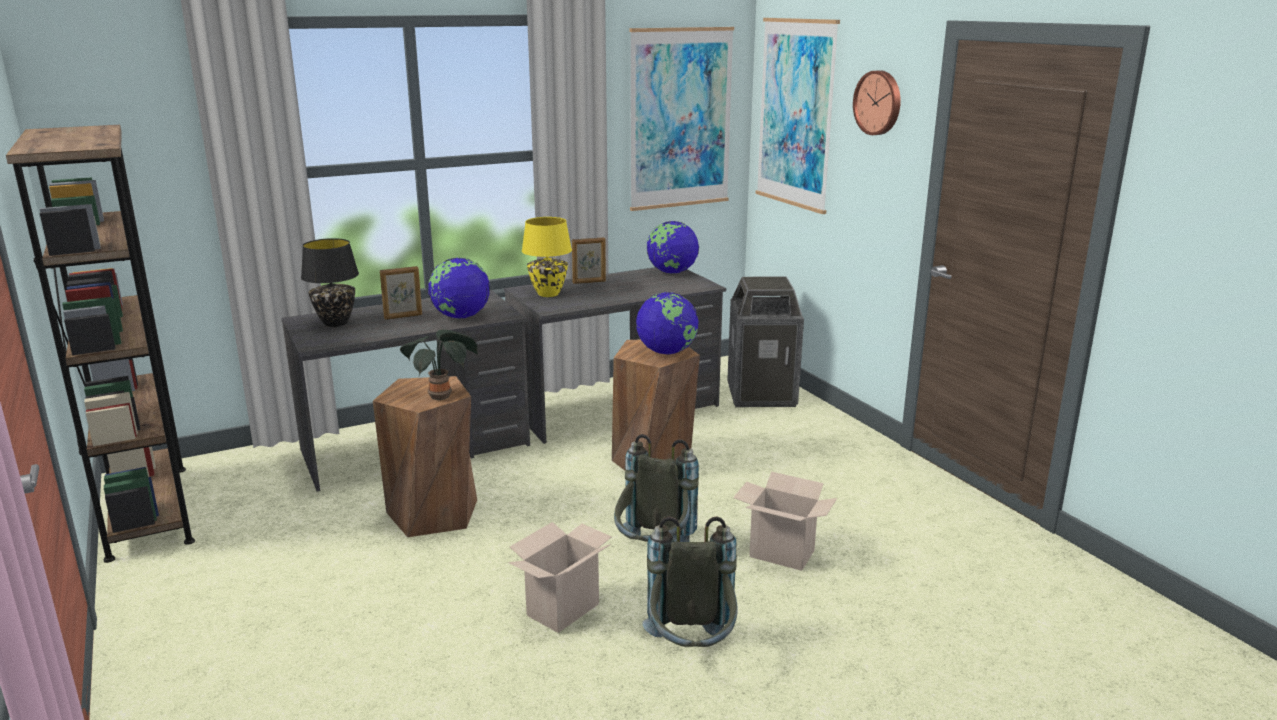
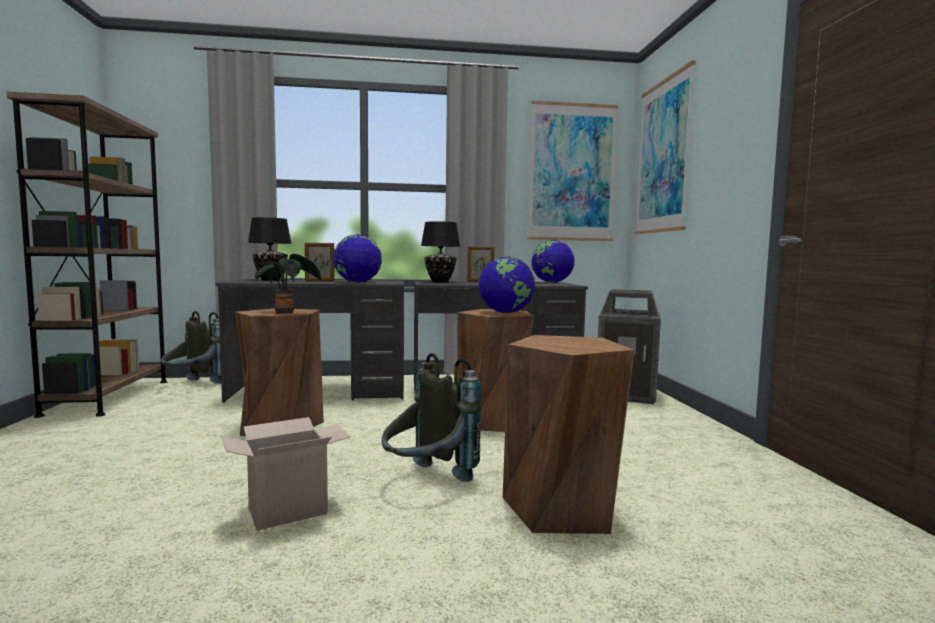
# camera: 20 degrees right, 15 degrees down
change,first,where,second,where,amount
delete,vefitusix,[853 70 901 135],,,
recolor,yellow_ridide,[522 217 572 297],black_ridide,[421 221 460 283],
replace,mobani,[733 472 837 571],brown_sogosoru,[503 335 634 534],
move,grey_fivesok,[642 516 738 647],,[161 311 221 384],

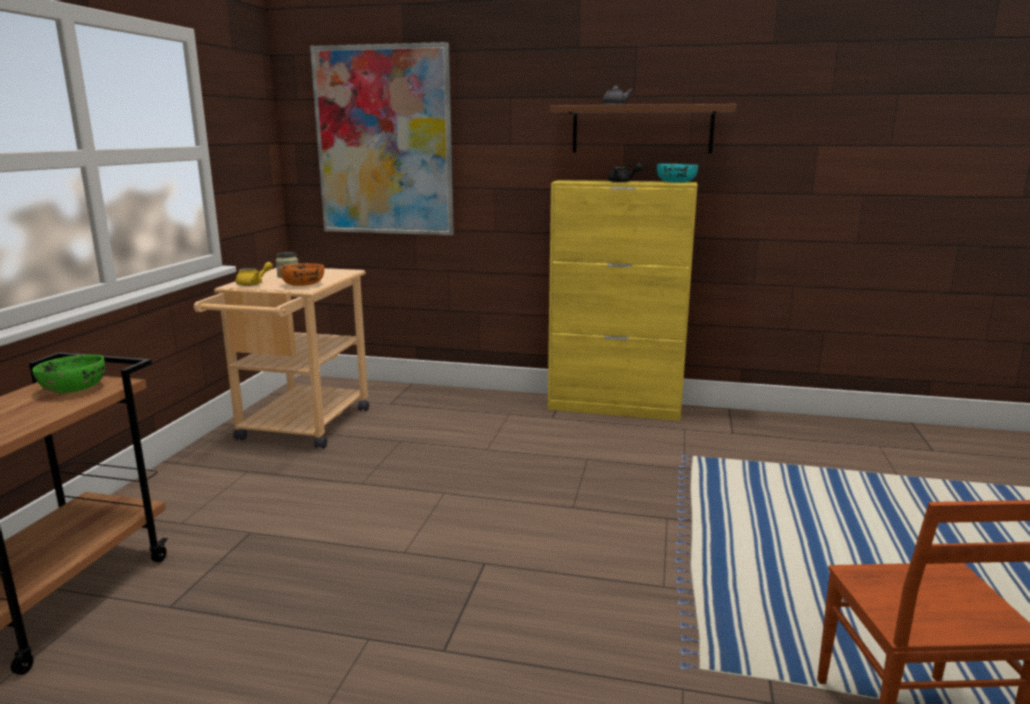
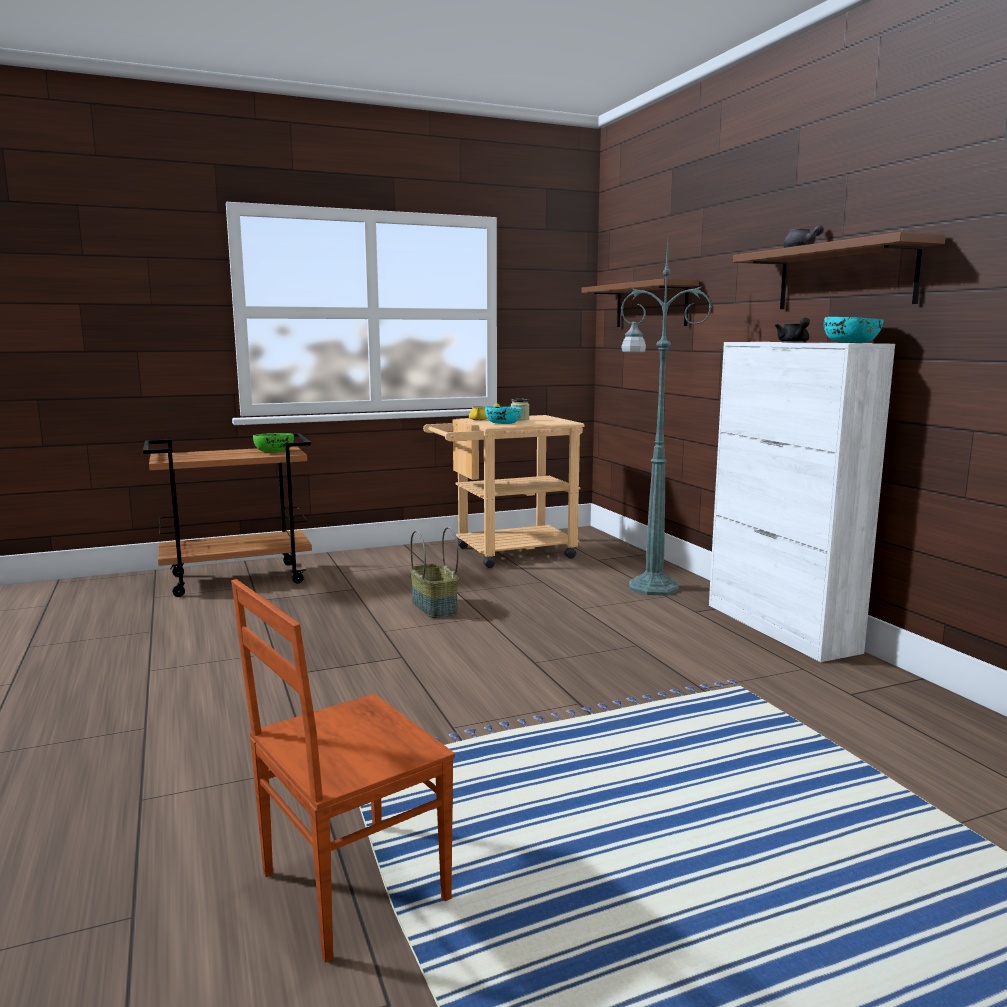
# camera: 55 degrees right, 5 degrees down
change,first,where,second,where,amount
replace,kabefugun,[310 42 454 235],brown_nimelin,[581 278 699 327],
recolor,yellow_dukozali,[548 180 698 421],white_dukozali,[709 342 895 662],
recolor,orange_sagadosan,[279 263 324 286],turquoise_sagadosan,[485 406 522 424],
insert,,,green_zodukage,[620 241 712 596],
insert,,,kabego,[410 527 459 618],

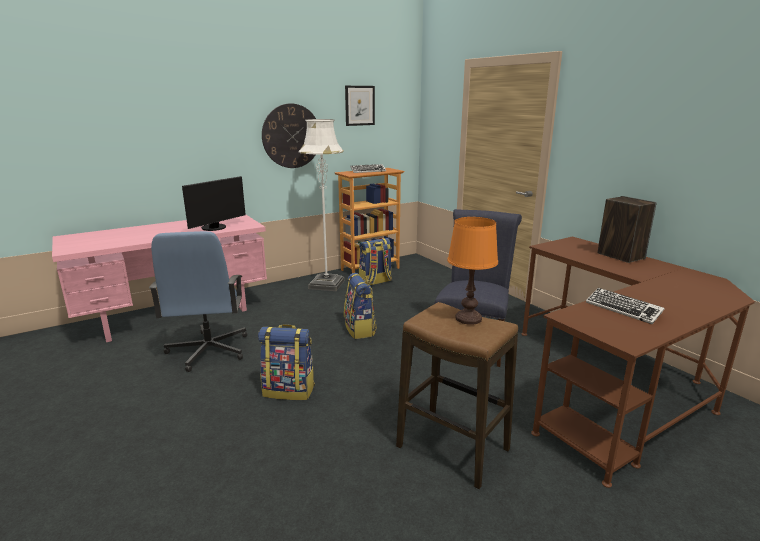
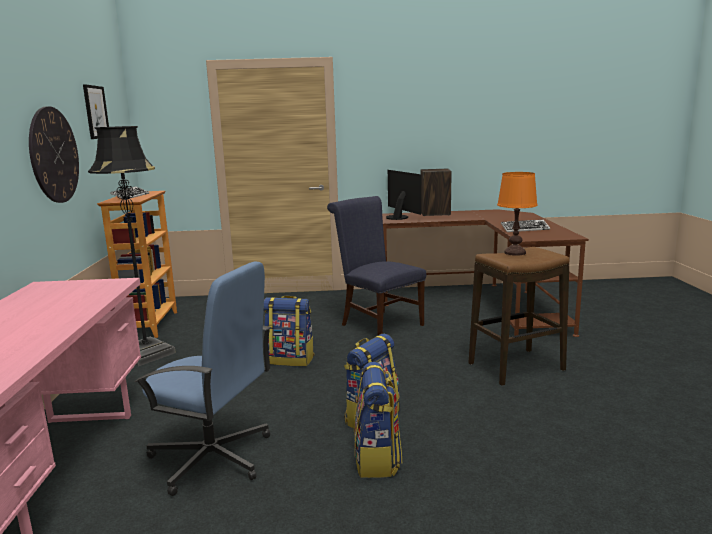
# camera: 60 degrees left, 5 degrees down
change,first,where,second,where,amount
recolor,white_zodukage,[299 119 344 291],black_zodukage,[88 126 176 366],
move,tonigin,[182 176 246 231],,[386 170 422 220],
move,fivesok,[359 238 392 285],,[354 362 402 478],

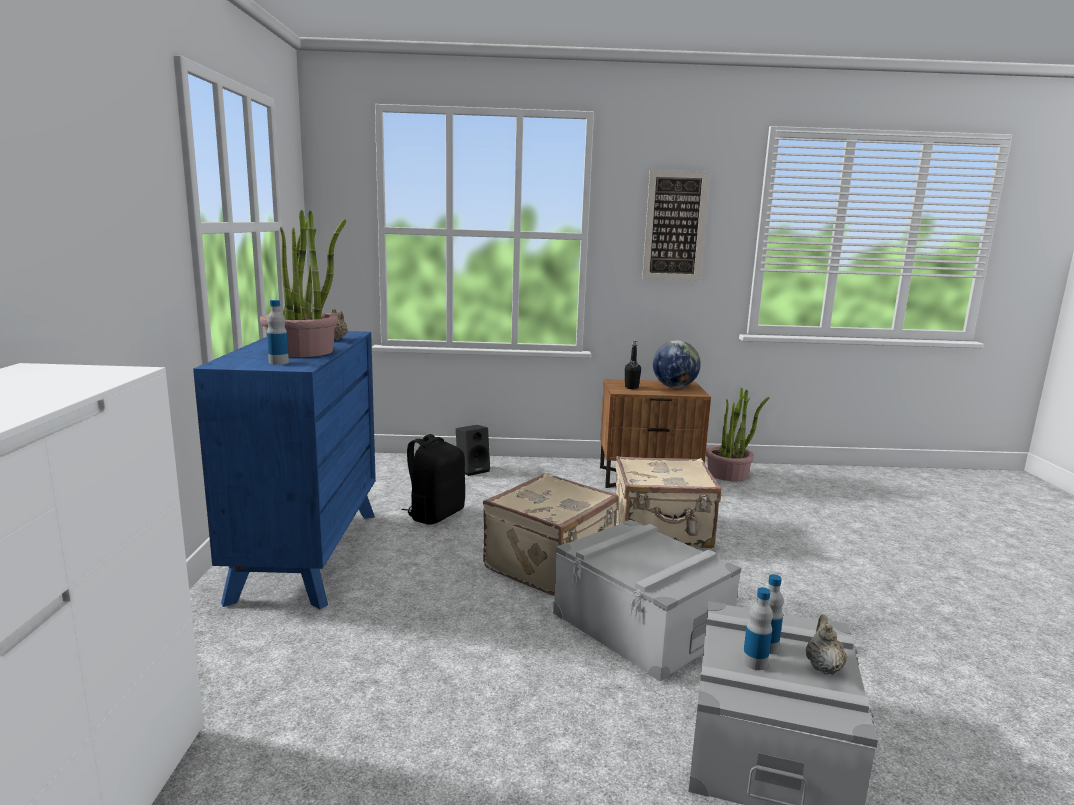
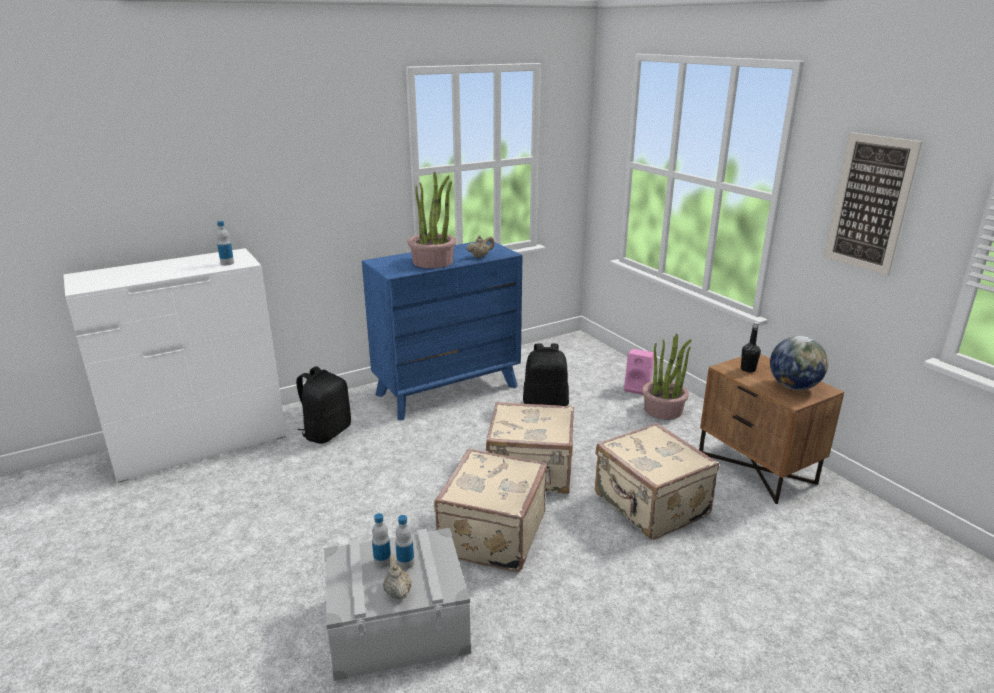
# camera: 60 degrees right, 10 degrees up
change,first,where,second,where,amount
move,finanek,[267 300 289 365],,[216 221 234 265],
move,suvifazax,[706 388 770 481],,[642 334 692 419],
recolor,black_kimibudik,[456 425 490 476],pink_kimibudik,[624 349 654 395],
replace,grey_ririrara,[553 520 741 682],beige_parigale,[434 449 547 572],
rotate,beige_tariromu,[806 615 847 675],,[383 554 412 599],90 degrees counterclockwise
insert,,,black_fivesok,[296 366 351 444],

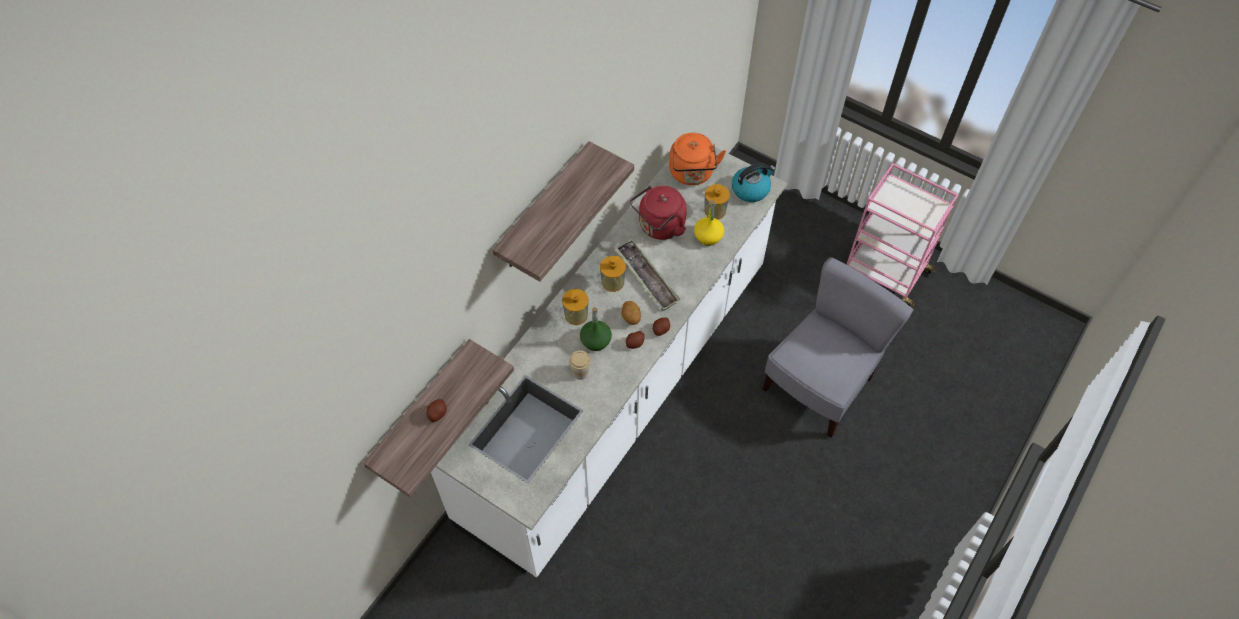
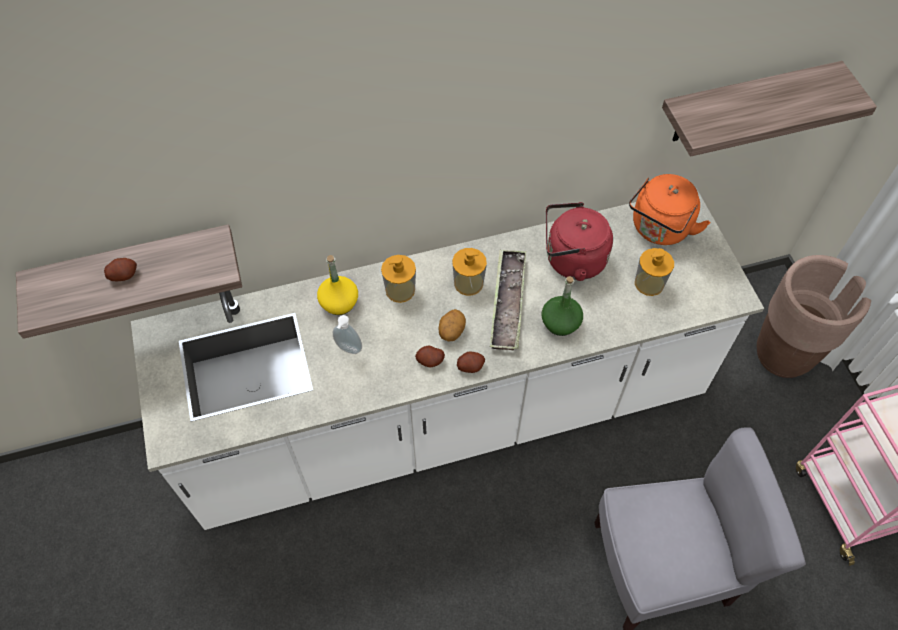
# camera: 40 degrees right, 0 degrees up
change,first,where,second,where,amount
move,nimelin,[493 141 634 282],,[662 61 877 157],
delete,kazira,[732 163 776 202],,,
move,yellow_finanek,[694 200 724 246],,[317 255 358 315],
move,green_finanek,[580 307 612 351],,[542 276 583 336],
replace,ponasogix,[569 350 591 380],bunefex,[333 315 362 354],
insert,,,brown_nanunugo,[757 255 871 378],

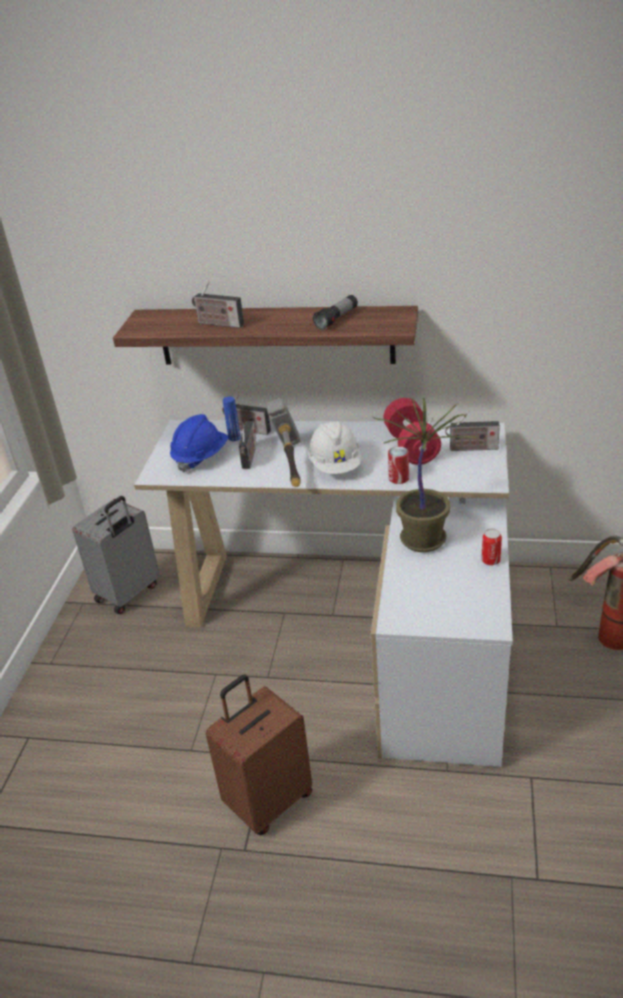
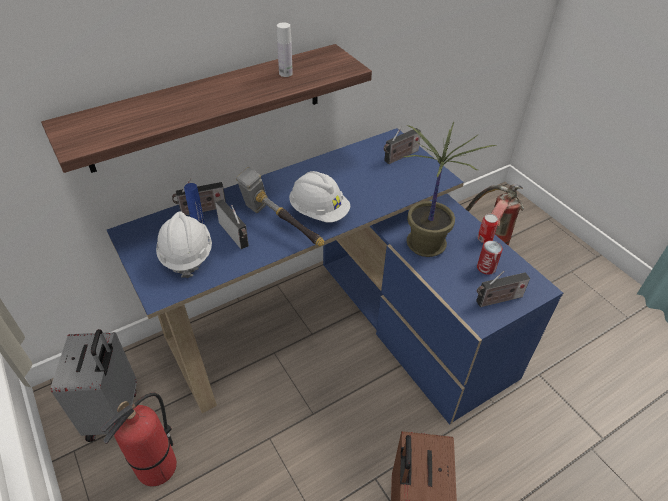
# camera: 45 degrees left, 10 degrees up
change,first,where,second,where,amount
move,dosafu,[192 281 244 328],,[476 271 530 307],
replace,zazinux,[313 295 358 330],white_finanek,[277 22 293 77],
delete,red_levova,[383 398 441 465],,,
recolor,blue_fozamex,[170 414 228 473],white_fozamex,[156 212 212 278],
recolor,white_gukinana,[134 420 513 767],blue_gukinana,[107 128 563 425],
move,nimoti,[388 446 409 484],,[477 241 503 275],
insert,,,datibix,[101 393 177 487],

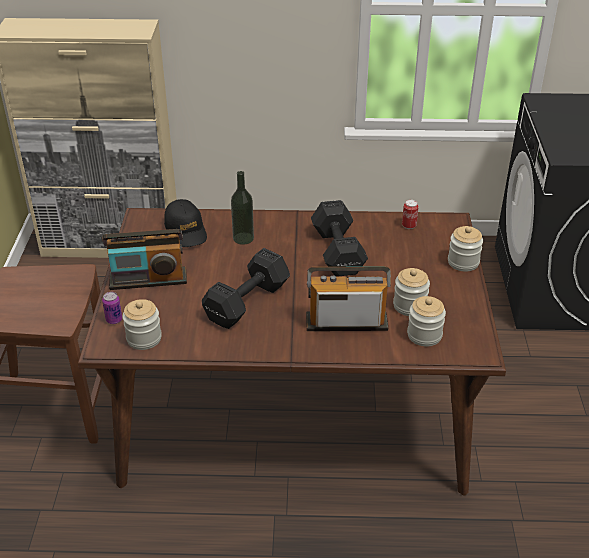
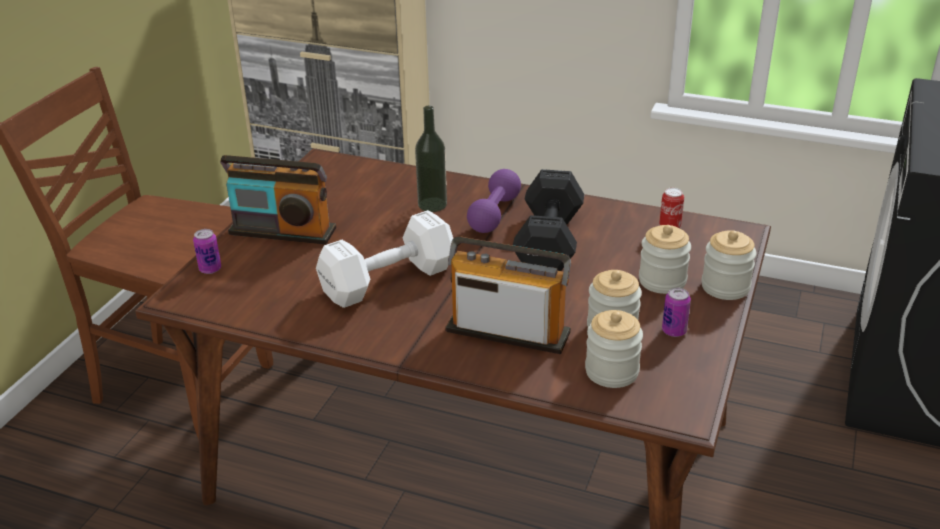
# camera: 20 degrees right, 5 degrees down
change,first,where,second,where,amount
delete,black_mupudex,[164 199 207 247],,,
recolor,black_levova,[202 248 290 329],white_levova,[316 210 453 308],
move,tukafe,[122 299 162 350],,[639 225 691 294],
insert,,,purple_levova,[467 169 521 233],
insert,,,nimoti,[662 287 691 337],

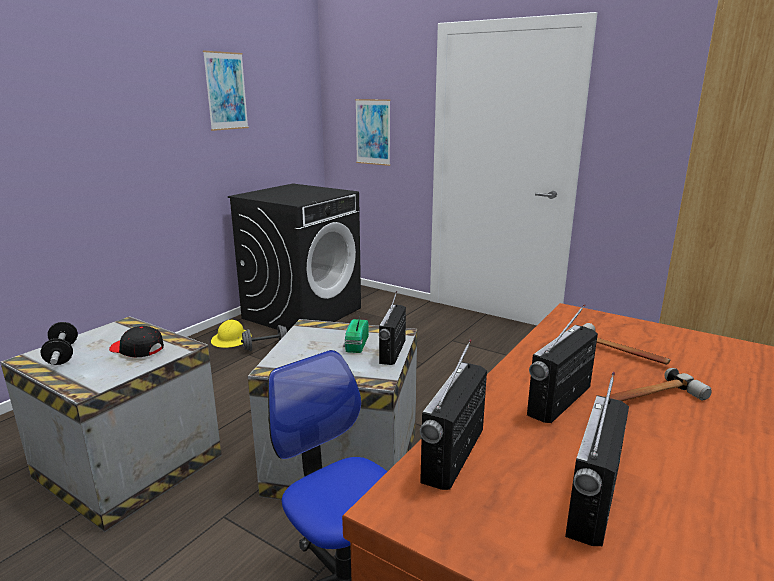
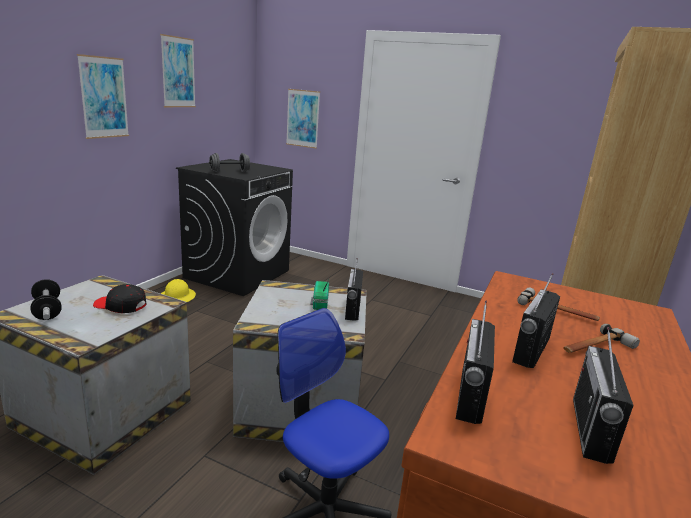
# camera: 10 degrees left, 0 degrees up
change,first,where,second,where,amount
move,grey_levova,[241 325 287 351],,[209 153 250 173],
insert,,,kabefugun,[77 54 129 139],

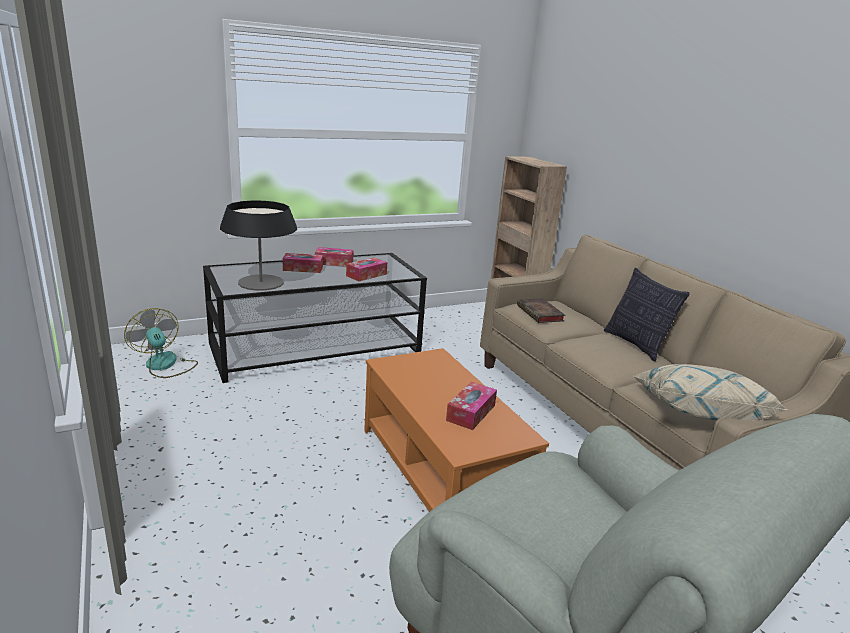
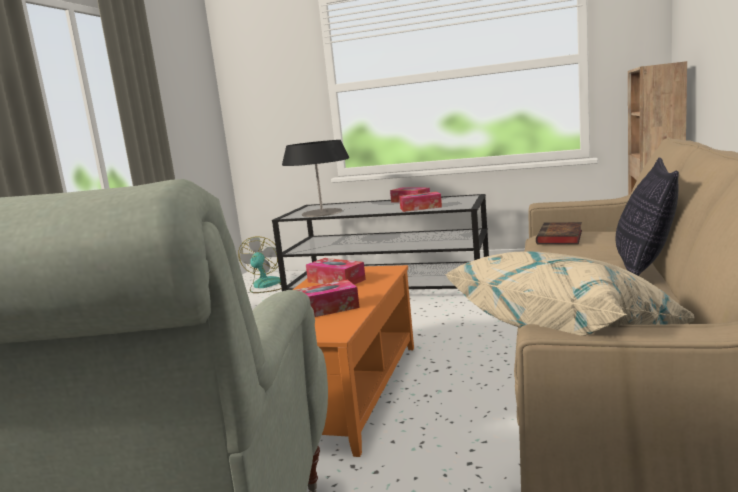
# camera: 45 degrees right, 10 degrees down
change,first,where,second,where,amount
move,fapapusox,[283 253 323 273],,[306 258 366 285],

